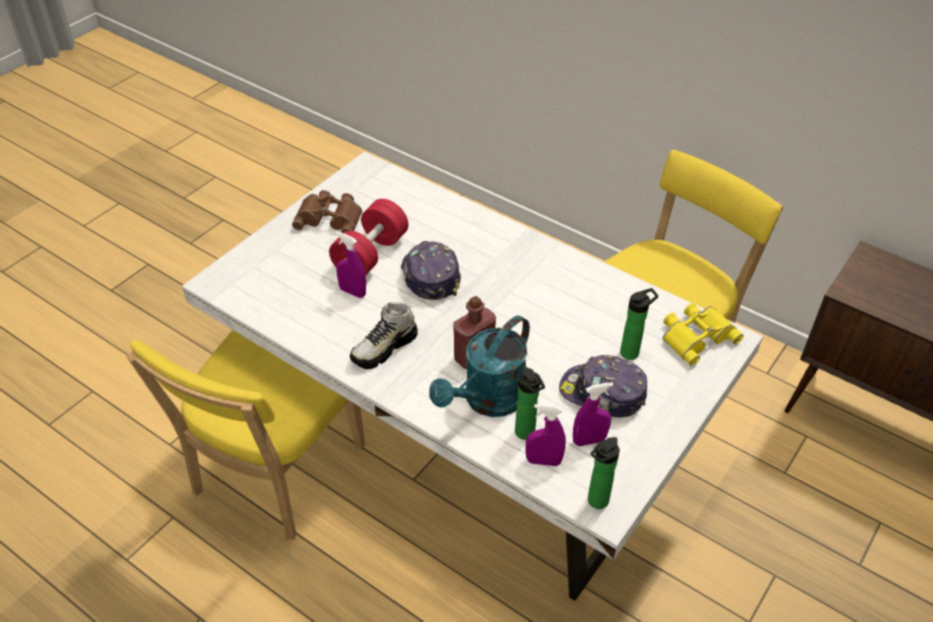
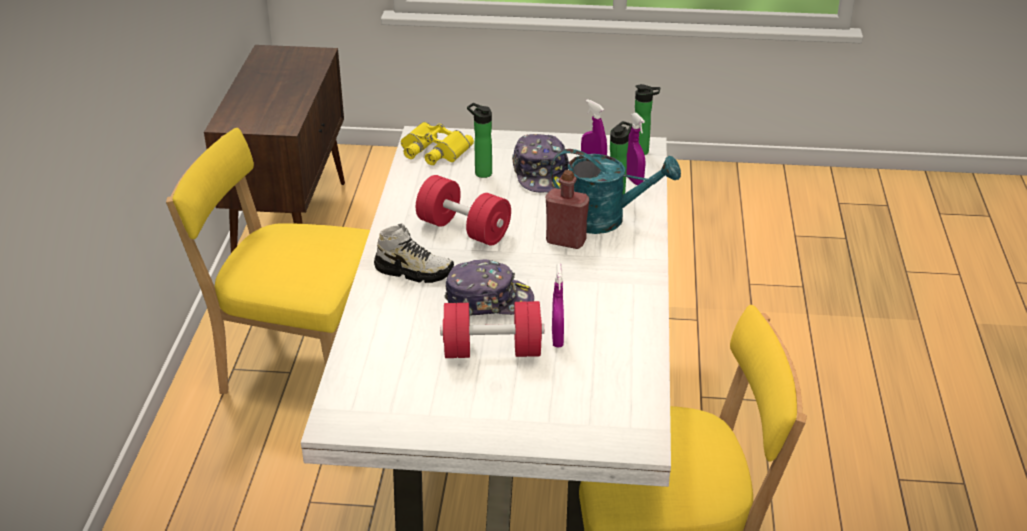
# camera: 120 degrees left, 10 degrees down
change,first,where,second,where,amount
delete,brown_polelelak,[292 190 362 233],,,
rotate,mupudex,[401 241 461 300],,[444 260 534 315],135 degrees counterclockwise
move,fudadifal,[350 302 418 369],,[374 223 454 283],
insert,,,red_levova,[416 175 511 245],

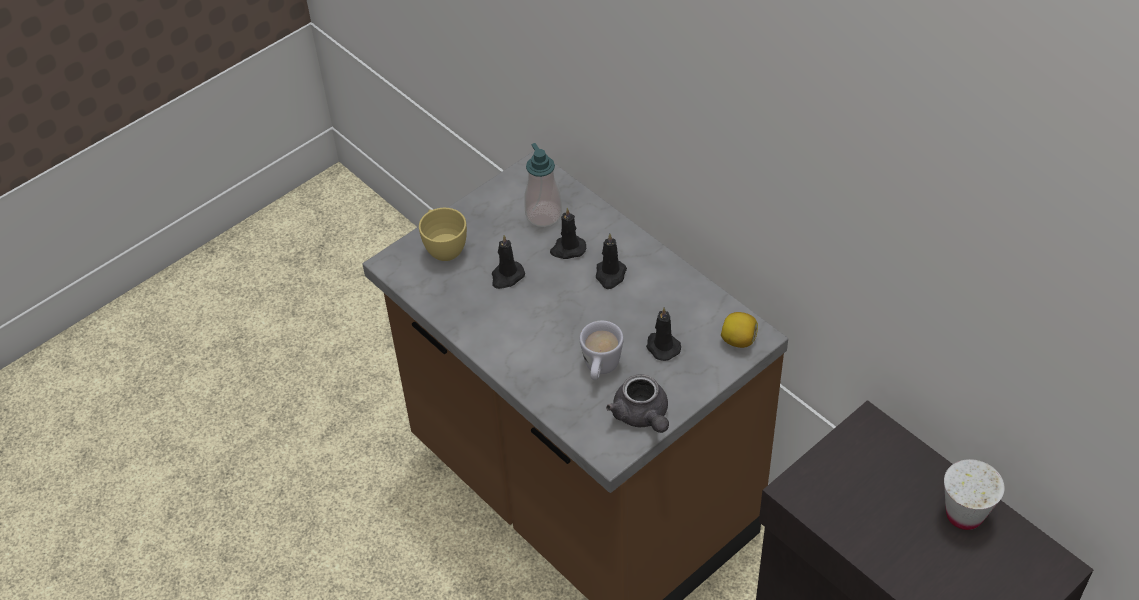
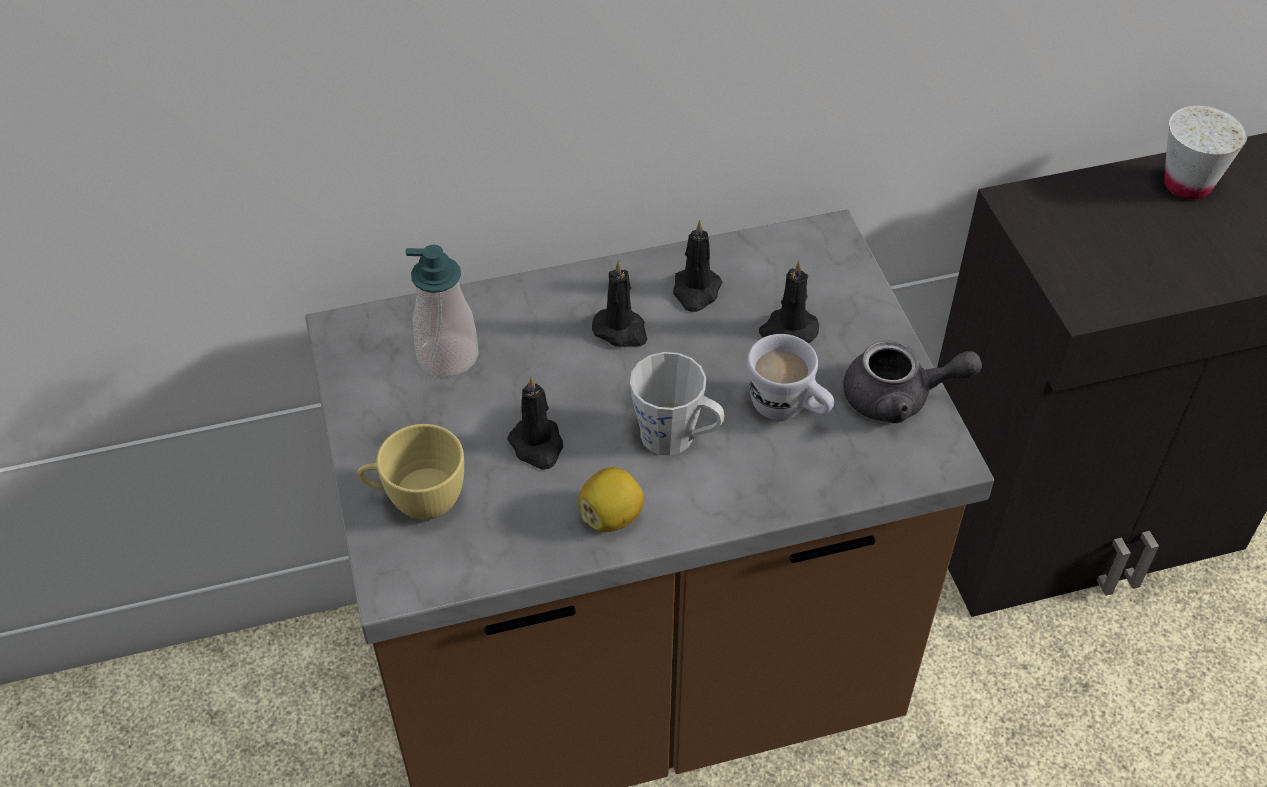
# camera: 65 degrees left, 0 degrees up
change,first,where,second,where,amount
move,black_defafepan,[550 208 586 259],,[673 220 722 312],
move,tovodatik,[721 312 758 348],,[579 467 644 532],
insert,,,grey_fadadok,[630 352 725 455],

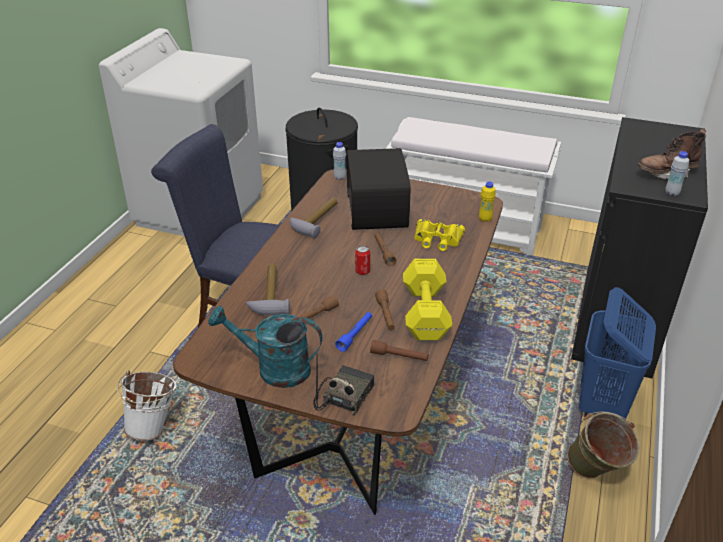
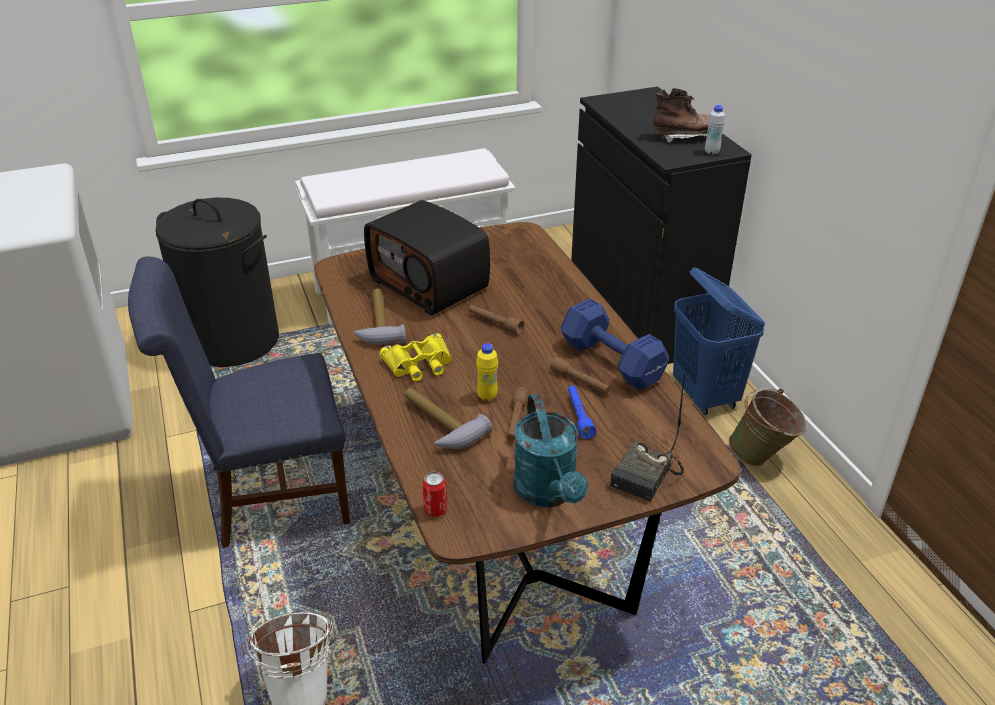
# camera: 40 degrees left, 0 degrees up
change,first,where,second,where,amount
rotate,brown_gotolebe,[638 129 707 179],,[651 88 710 143],135 degrees counterclockwise
delete,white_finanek,[333 142 346 180],,,
move,yellow_finanek,[479 181 496 222],,[476 343 498 401],
move,yellow_polelelak,[414 219 465 251],,[379 333 452 382],
move,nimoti,[355 245 370 275],,[422 472 447 517],
recolor,yellow_levova,[403 259 452 340],blue_levova,[561 298 669 390],
rotate,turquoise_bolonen,[208 306 322 388],,[513 394 588 507],75 degrees counterclockwise
delete,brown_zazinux,[370 340 429 361],,,
rotate,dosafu,[313 357 374 416],,[610 371 685 501],135 degrees counterclockwise

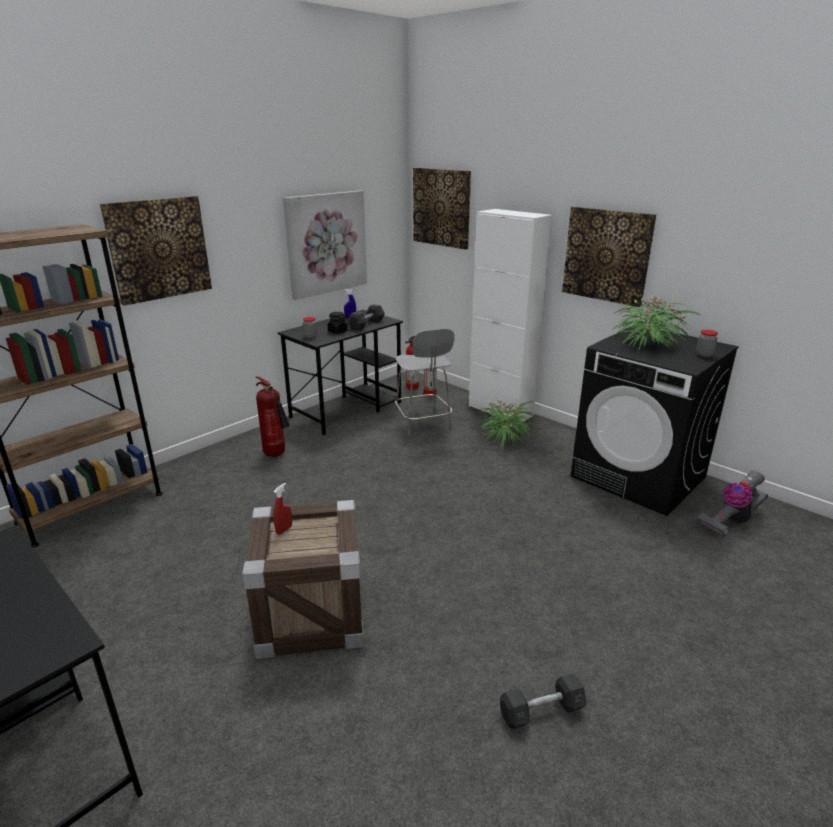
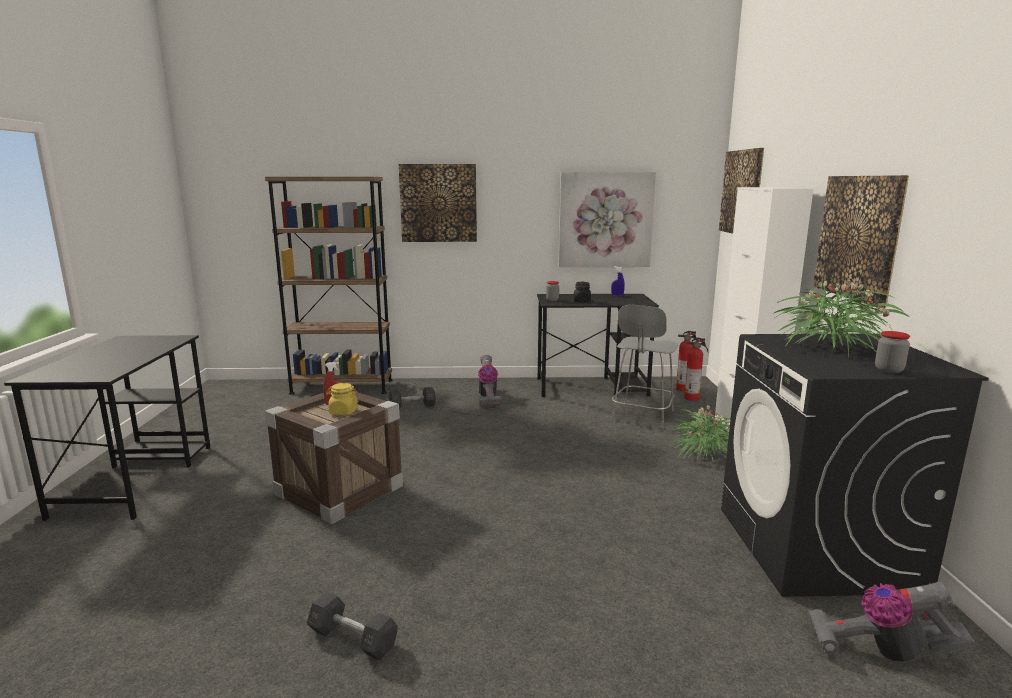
# camera: 45 degrees right, 10 degrees down
change,first,where,second,where,amount
move,grey_levova,[348 304 385 331],,[389 387 436 409],
replace,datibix,[255 376 290 457],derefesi,[478 355 502 407],
insert,,,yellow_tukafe,[326 383 358 415],

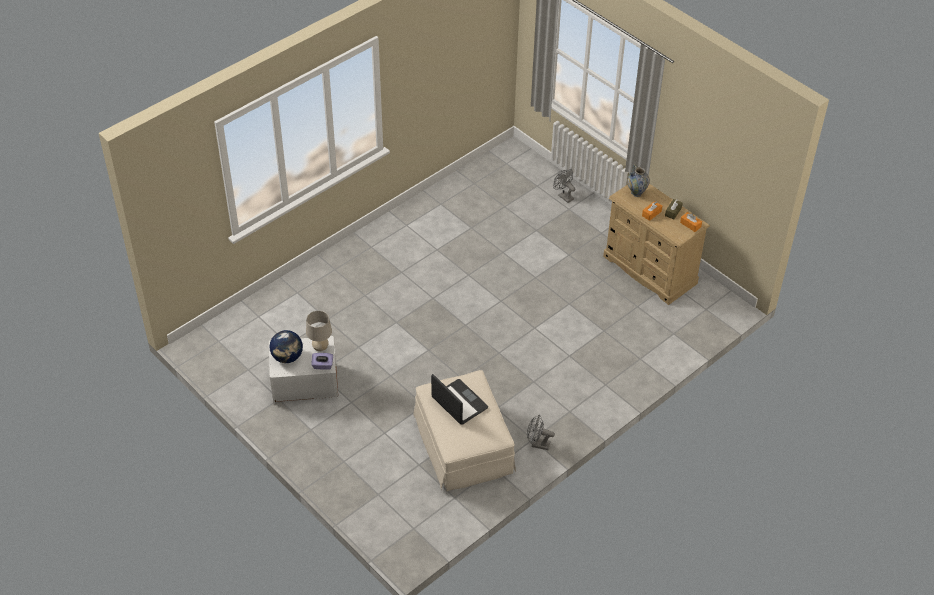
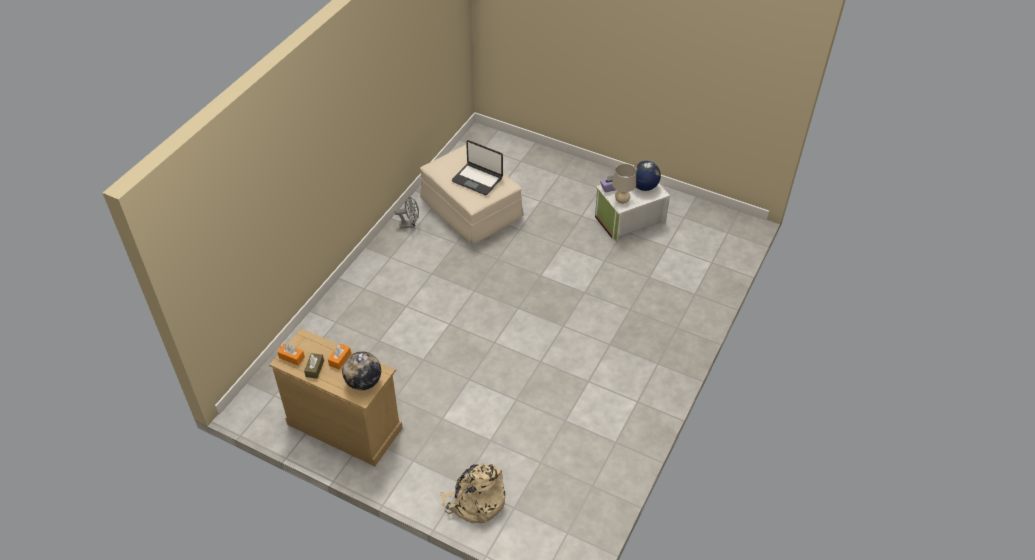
# camera: 160 degrees right, 0 degrees up
change,first,where,second,where,amount
replace,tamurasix,[627 164 650 197],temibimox,[342 352 381 390],
replace,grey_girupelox,[553 169 576 203],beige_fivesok,[440 463 506 524],

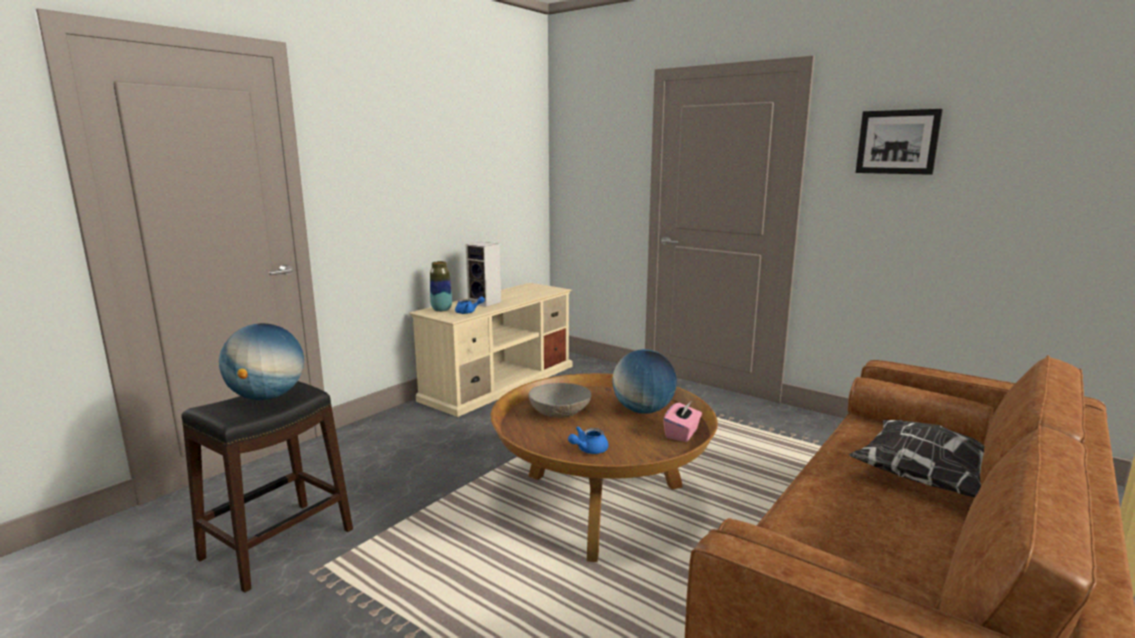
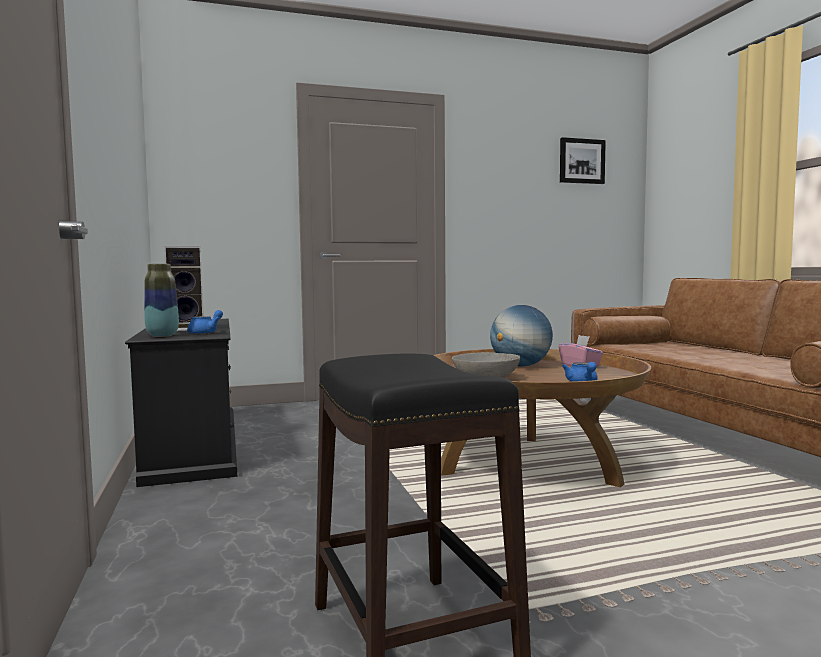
# camera: 55 degrees left, 10 degrees down
change,first,where,second,where,amount
move,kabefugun,[856 109 943 175],,[560 137 606 184],
recolor,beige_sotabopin,[409 283 573 417],black_sotabopin,[125 319 237 487],
delete,temibimox,[219 323 304 400],,,
delete,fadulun,[849 420 984 497],,,

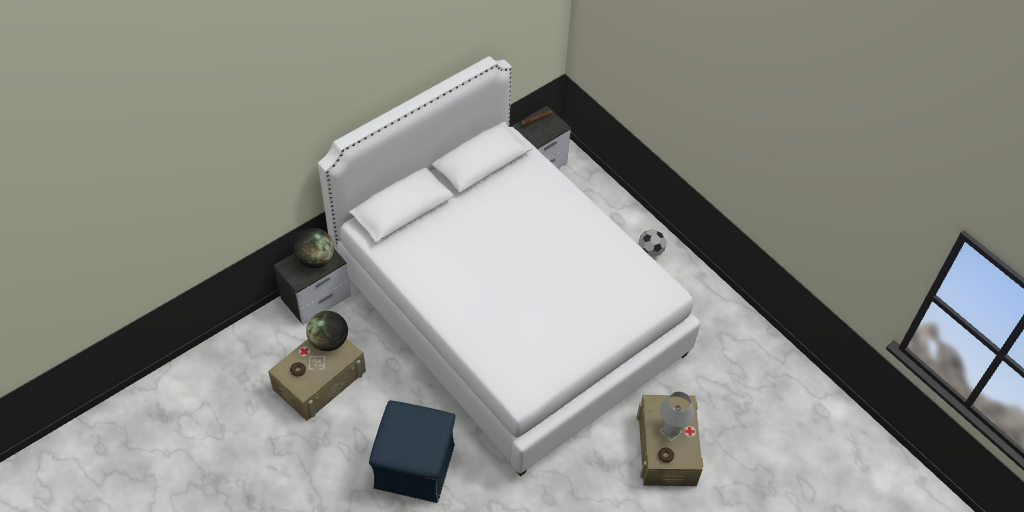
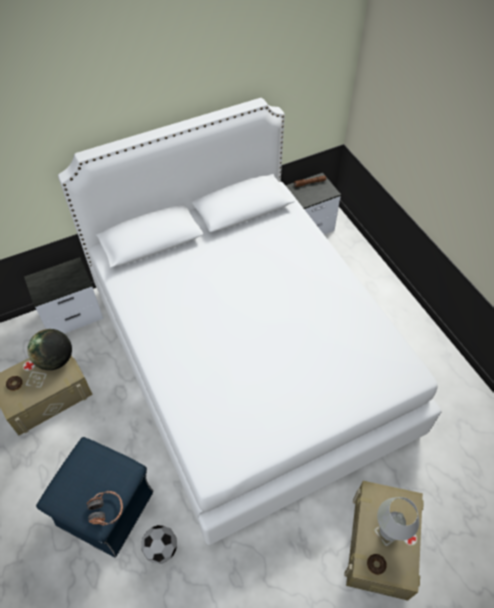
# camera: 15 degrees right, 0 degrees up
change,first,where,second,where,amount
delete,temibimox,[294 228 334 268],,,
move,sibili,[638 229 666 257],,[142 525 177 564],
insert,,,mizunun,[87 491 123 526],

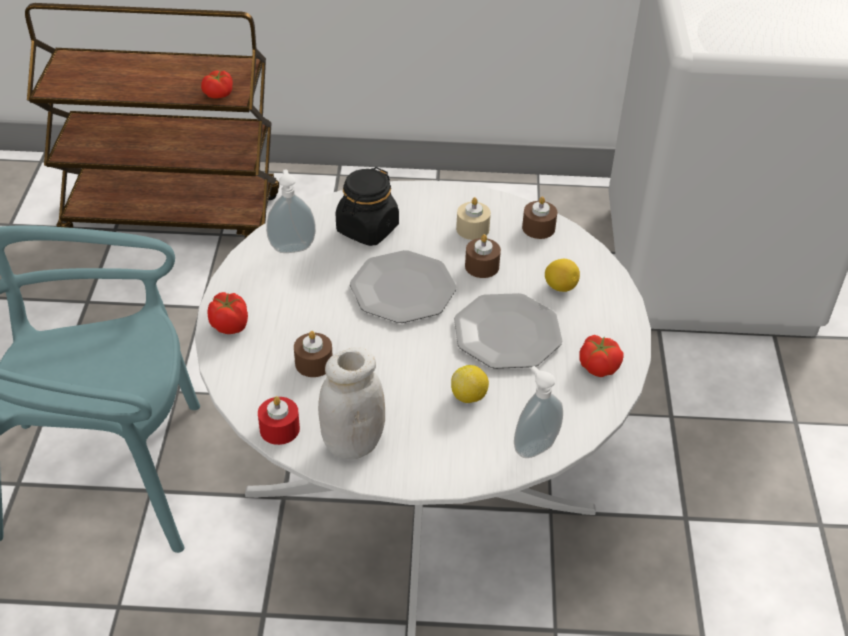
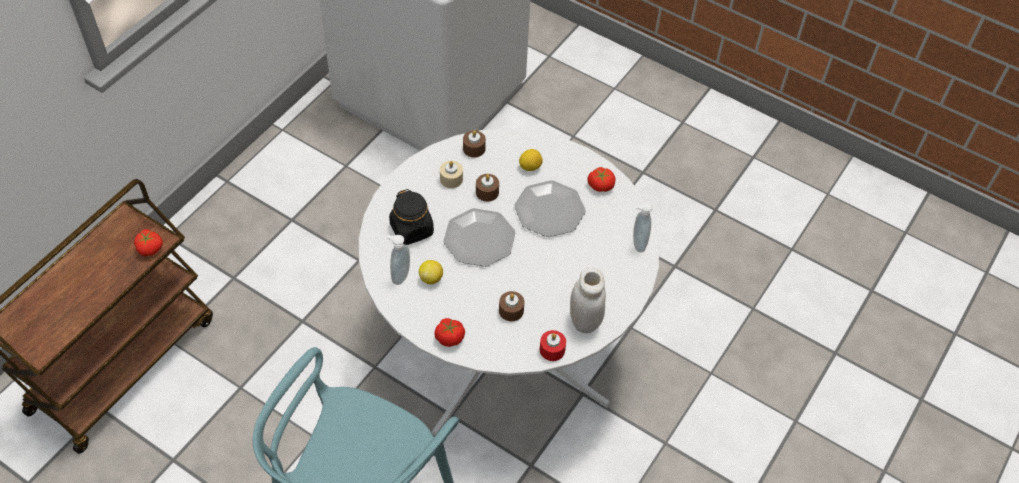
# camera: 60 degrees left, 10 degrees up
change,first,where,second,where,amount
move,tovodatik,[451 365 489 403],,[419 260 443 284],

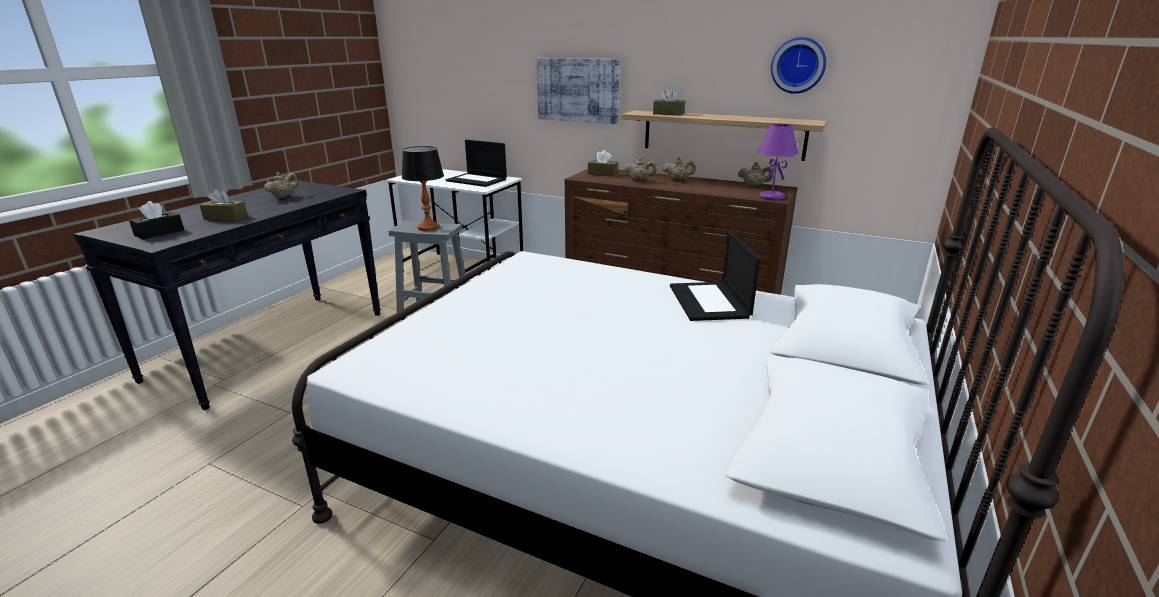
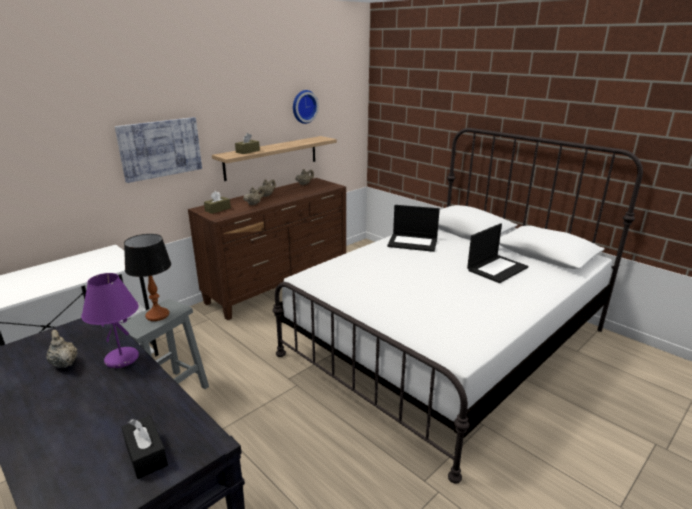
# camera: 70 degrees left, 0 degrees up
change,first,where,second,where,amount
move,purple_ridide,[757 124 799 200],,[81 273 139 368],
move,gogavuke,[446 139 507 187],,[467 223 528 283],
delete,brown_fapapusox,[200 189 248 221],,,

